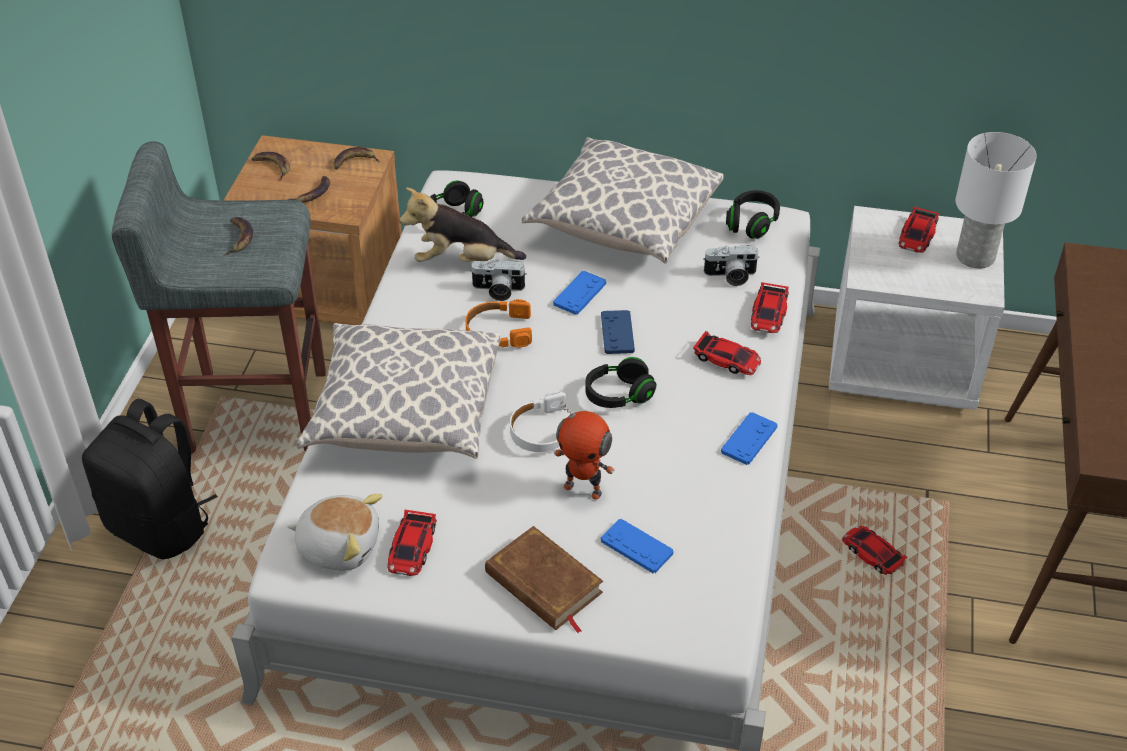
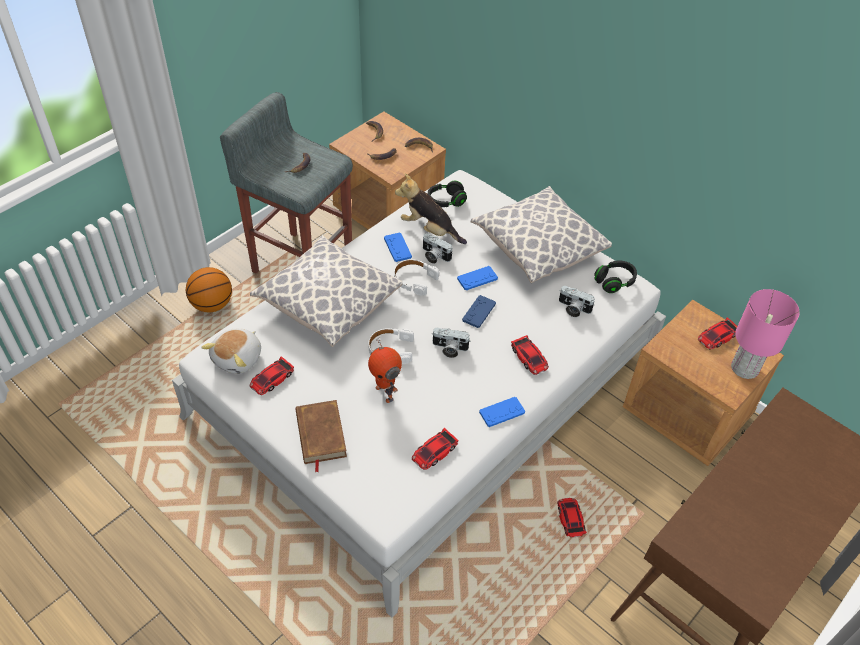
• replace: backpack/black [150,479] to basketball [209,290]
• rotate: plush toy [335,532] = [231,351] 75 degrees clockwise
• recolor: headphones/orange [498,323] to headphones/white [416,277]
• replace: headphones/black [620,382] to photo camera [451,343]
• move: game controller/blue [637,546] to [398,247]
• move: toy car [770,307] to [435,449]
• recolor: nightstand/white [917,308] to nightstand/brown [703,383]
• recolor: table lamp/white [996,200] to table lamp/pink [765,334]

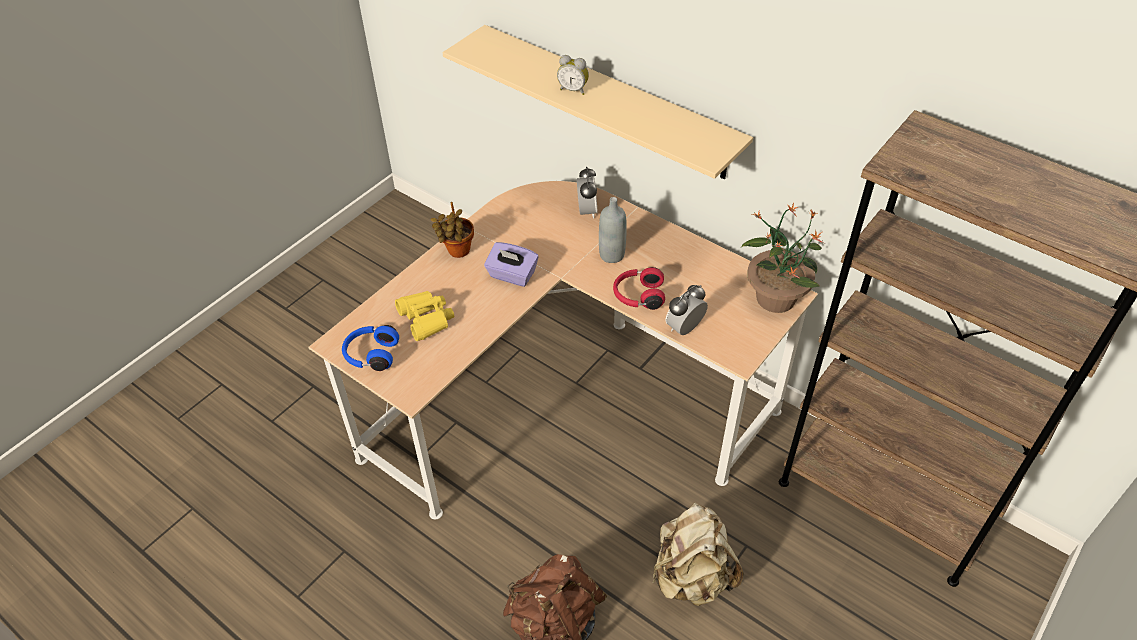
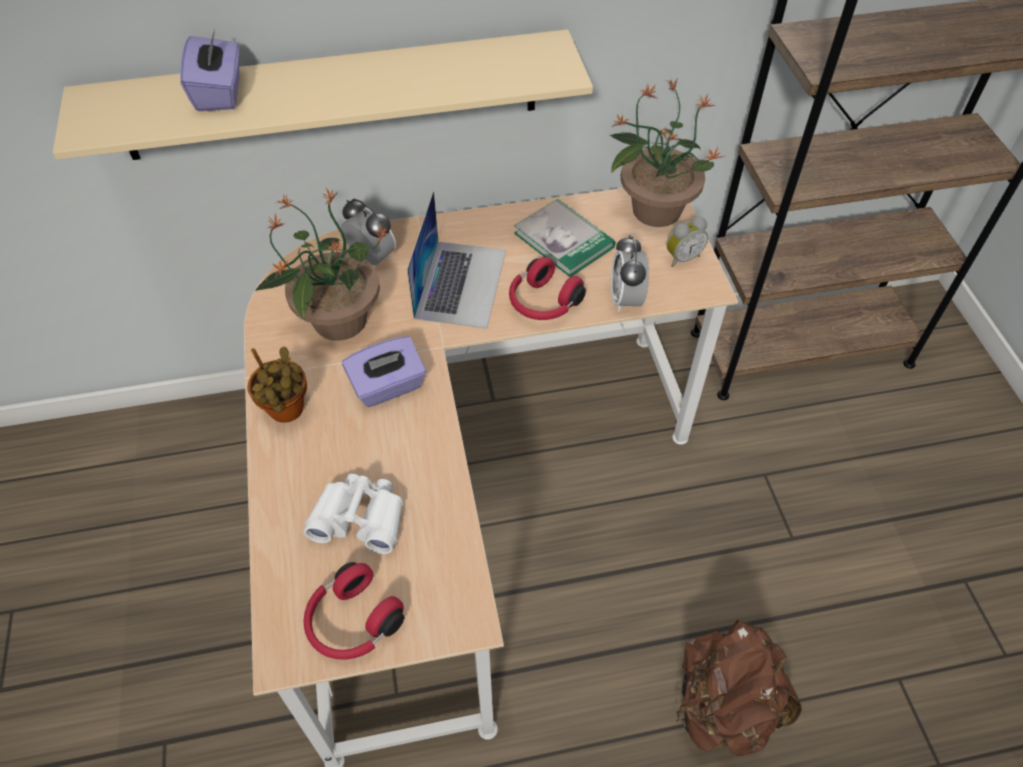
• recolor: headphones/blue [370,348] to headphones/red [354,611]
• recolor: binoculars/yellow [424,316] to binoculars/white [354,514]
• move: alarm clock [573,75] to [687,241]
• replace: bottle/grey [613,230] to laptop [456,260]
• delete: backpack/beige [698,554]
• insert: tissue box/purple [210,70]
• insert: potted plant [321,264]
• insert: book [564,238]

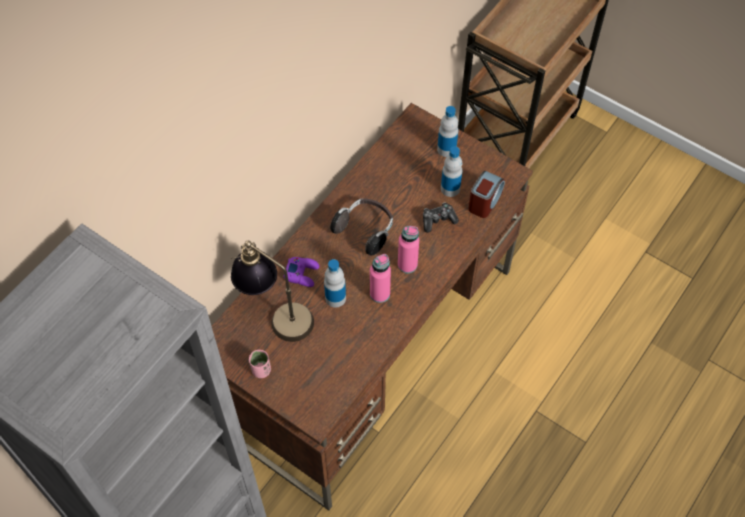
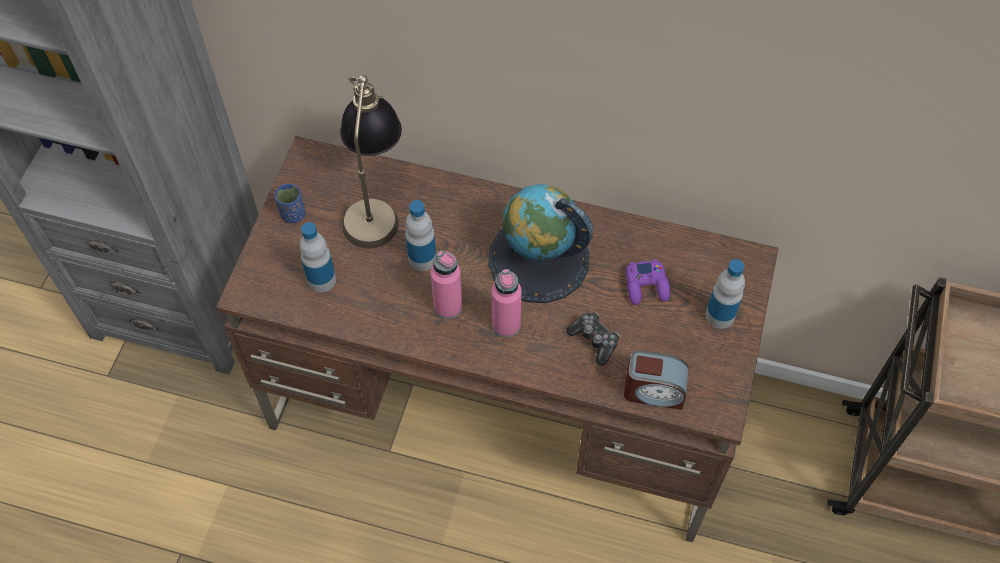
• recolor: cup/pink [260,364] to cup/blue [290,203]
• move: game controller/purple [301,272] to [648,282]
• replace: headphones [361,226] to globe [540,243]
• move: bottle [451,171] to [317,257]

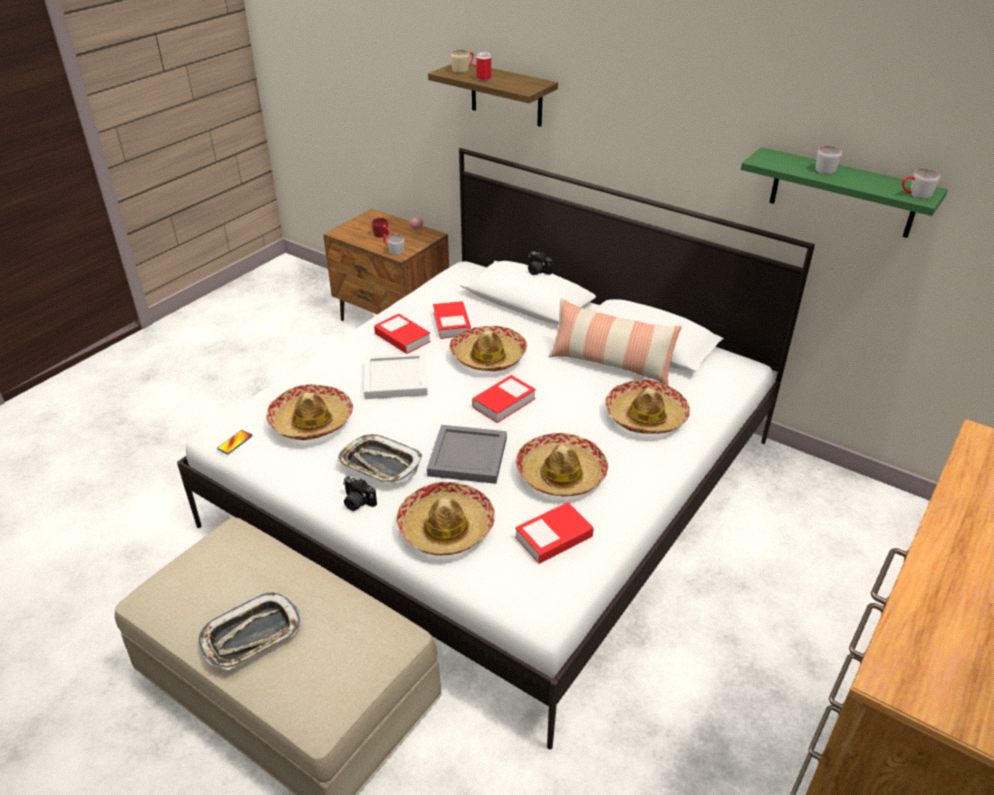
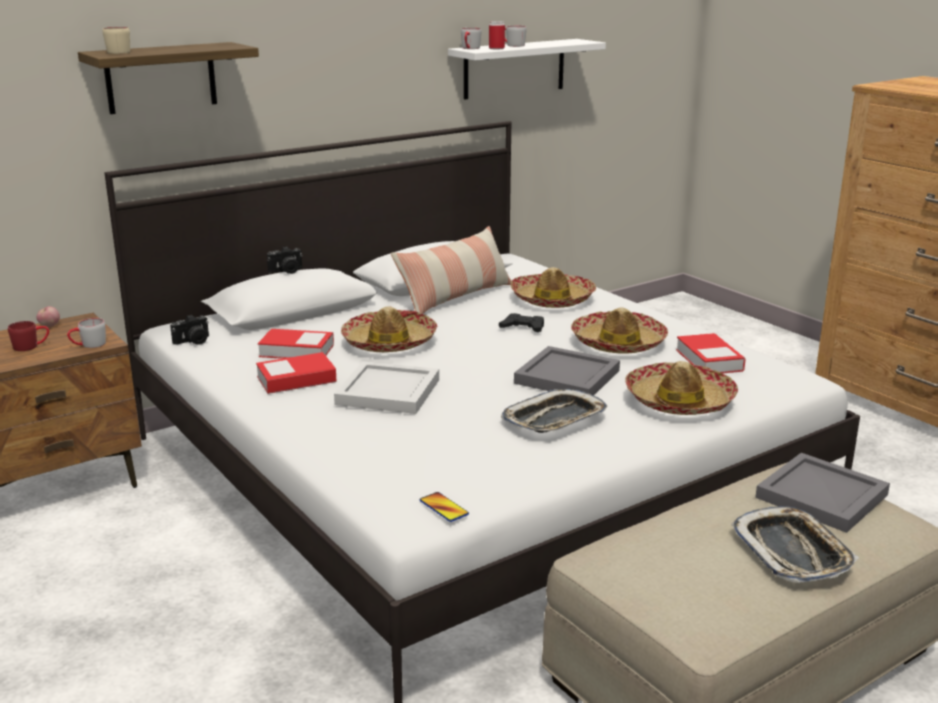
• delete: hat [309,412]
• move: photo camera [360,493] to [189,330]
• delete: book [504,399]
• move: can [483,66] to [497,35]
• recolor: shelf/green [844,192] to shelf/white [527,69]
• move: mug/grey [921,184] to [471,38]
• insert: game controller/black [521,322]
• insert: tray/grey [822,493]

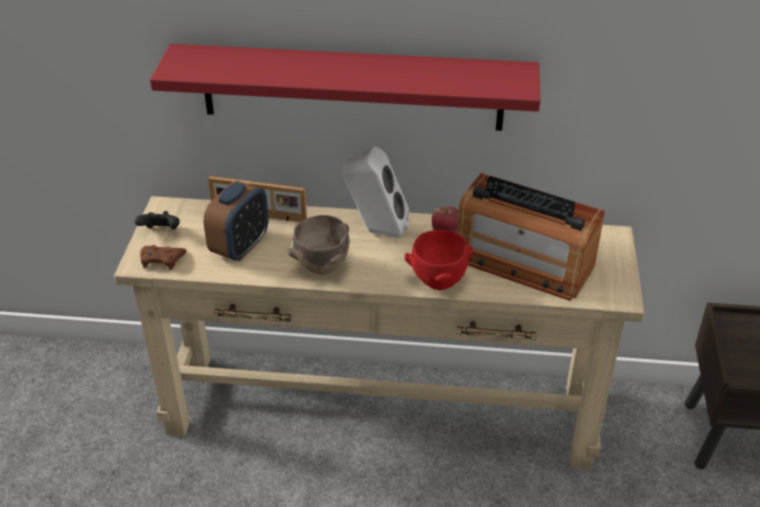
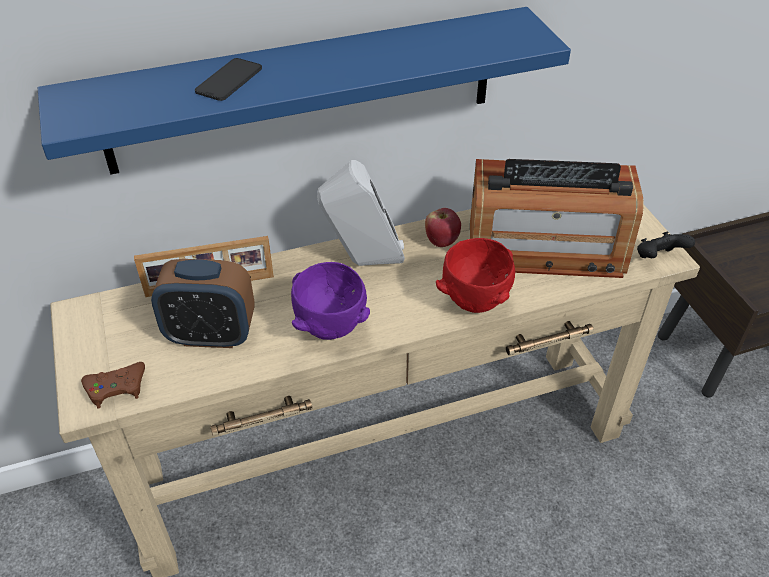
• move: game controller/black [157,220] to [666,244]
• recolor: shelf/red [345,87] to shelf/blue [304,91]
• rotate: alarm clock [236,221] = [203,303] 90 degrees clockwise
• recolor: bowl/brown [318,245] to bowl/purple [330,301]
• insert: phone [228,79]

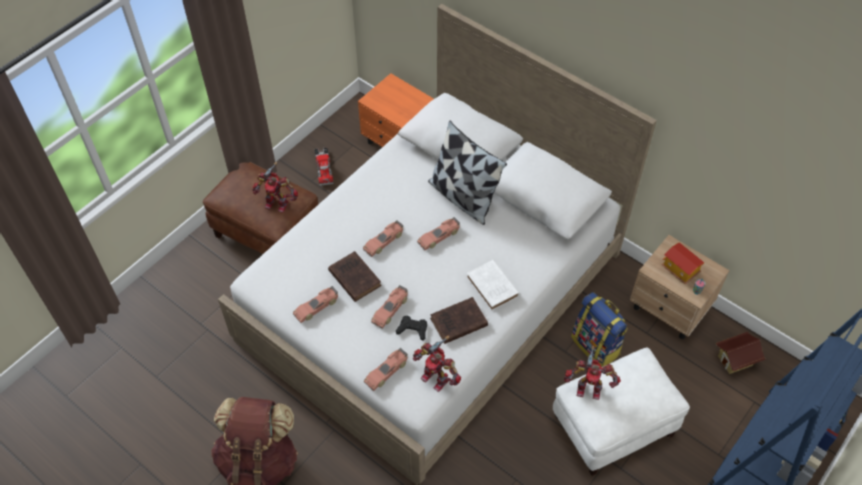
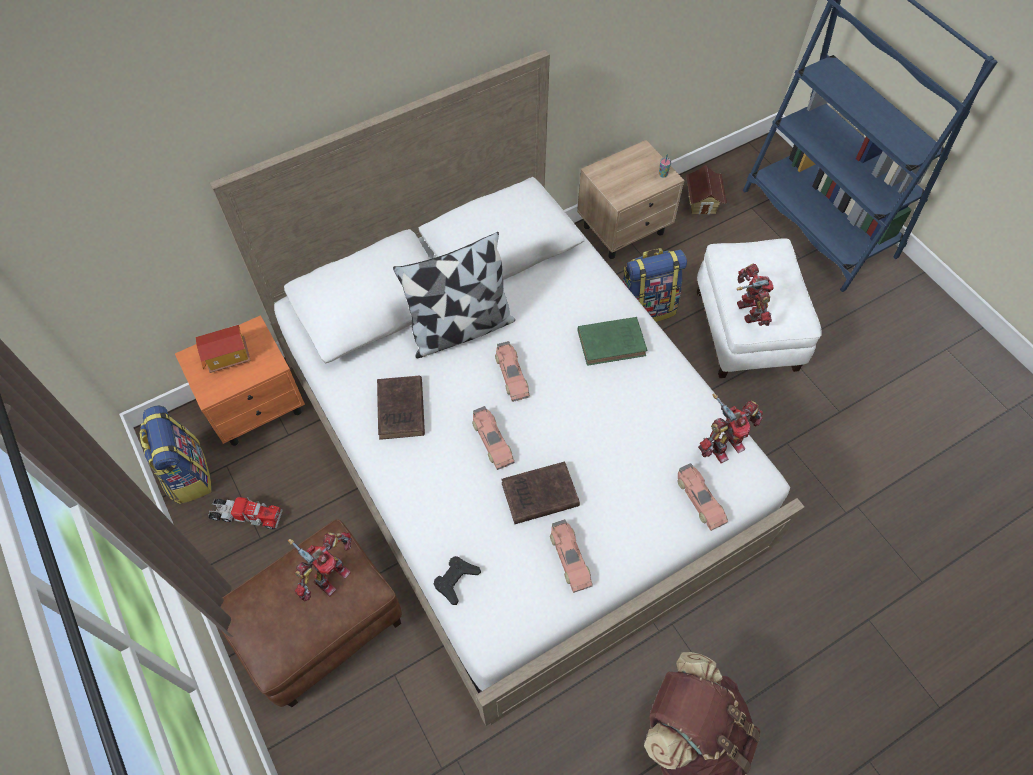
• delete: toy car [389,307]
• move: game controller/black [411,328] to [457,580]
• move: book/brown [459,320] to [401,407]
• recolor: book/white [493,285] to book/green [612,341]
• rotate: toy robot [592,372] = [755,295] 45 degrees counterclockwise
• move: toy house [683,263] to [223,349]
• insert: backpack [176,454]

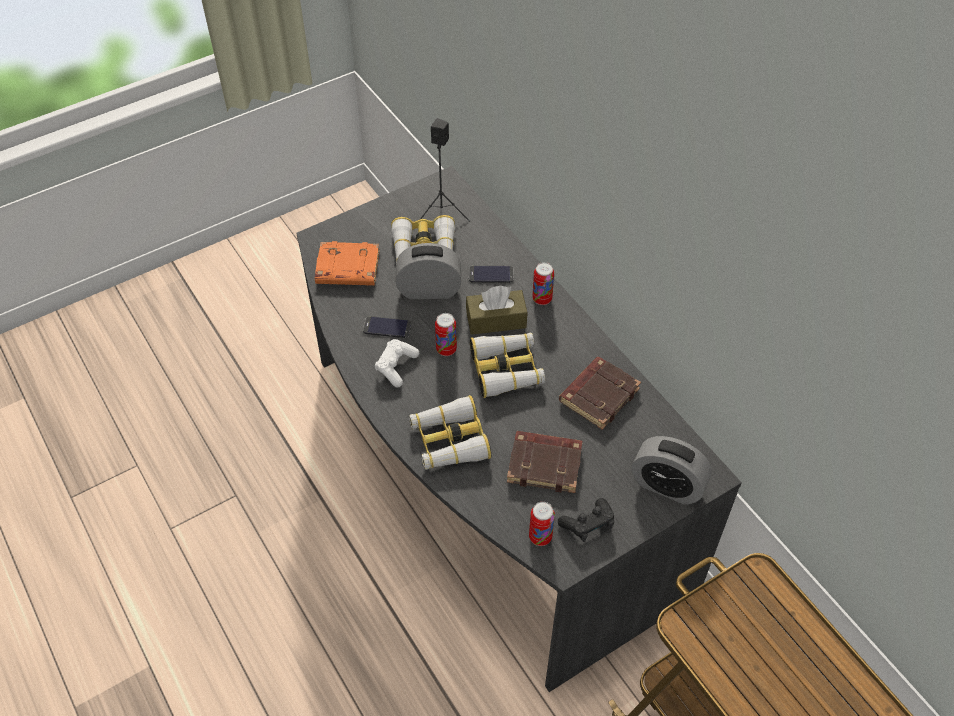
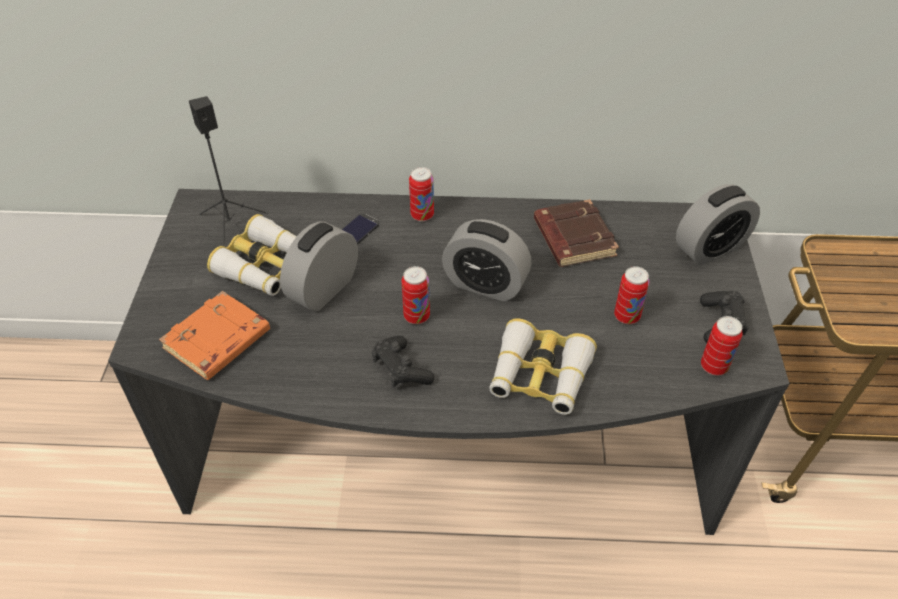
• delete: phone [387,327]
• recolor: game controller/white [397,363] to game controller/black [403,362]
• delete: tissue box/brown [496,310]
• replace: binoculars [507,365] to alarm clock [487,260]
• replace: book/brown [544,462] to can [631,295]

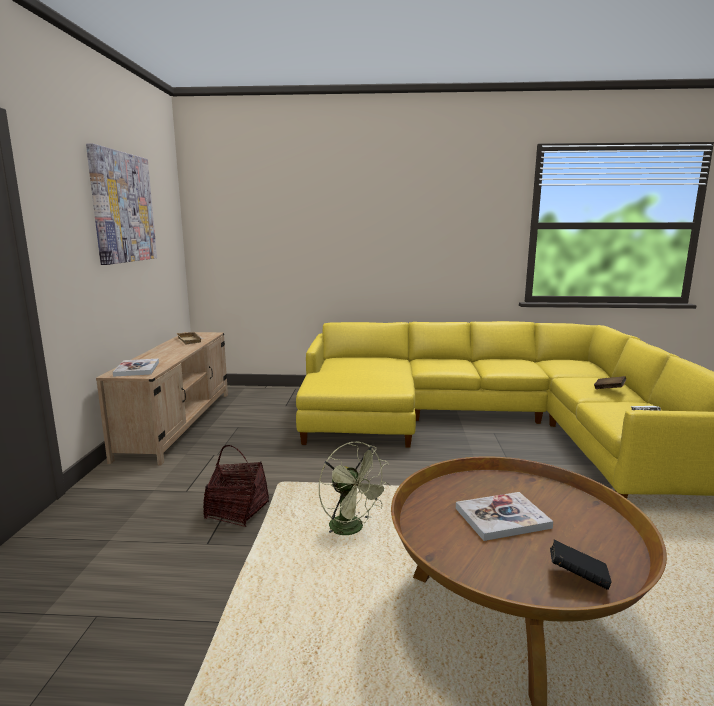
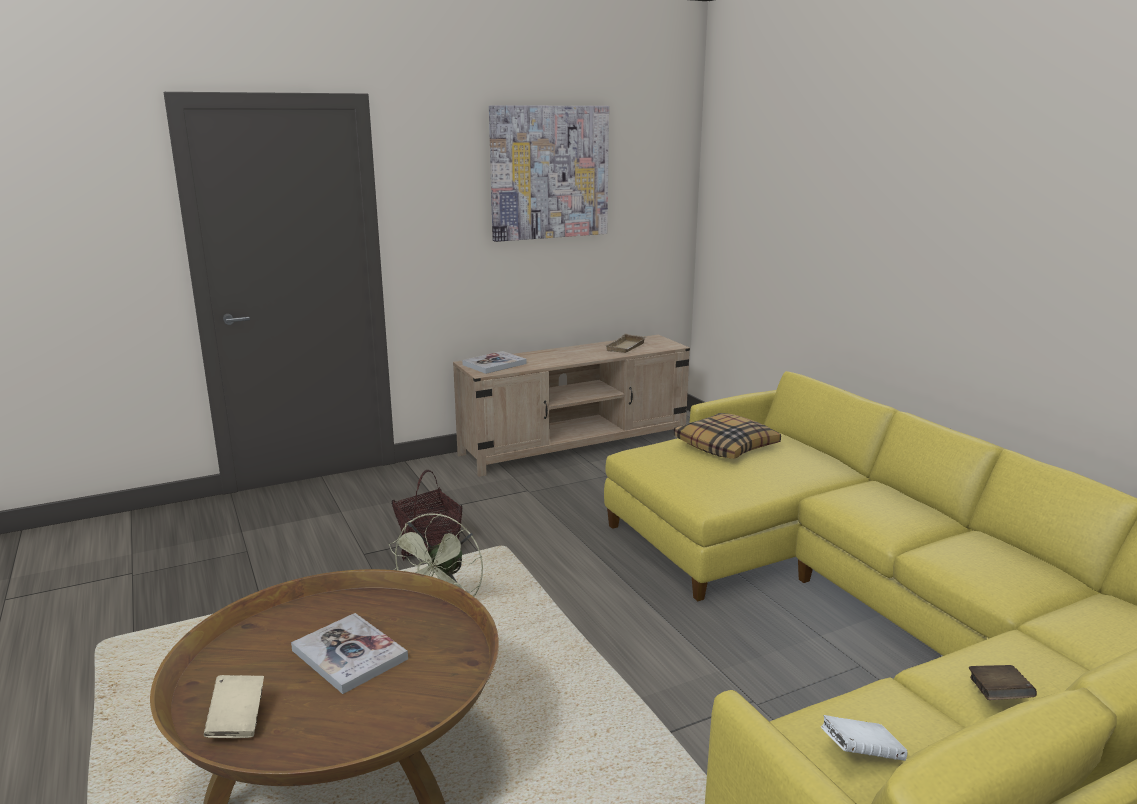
• recolor: book/black [580,565] to book/beige [234,706]
• insert: pillow [727,436]

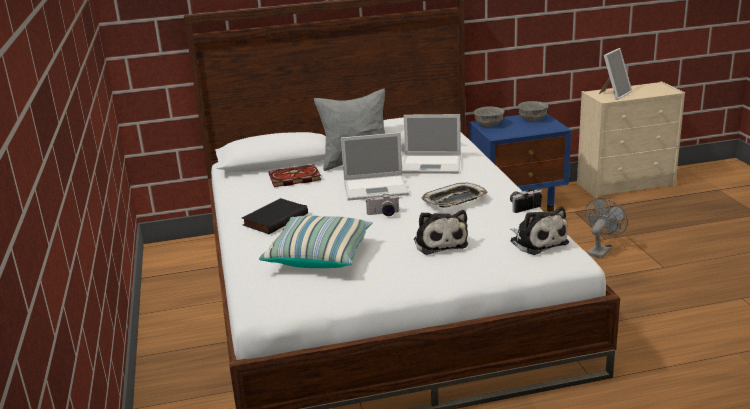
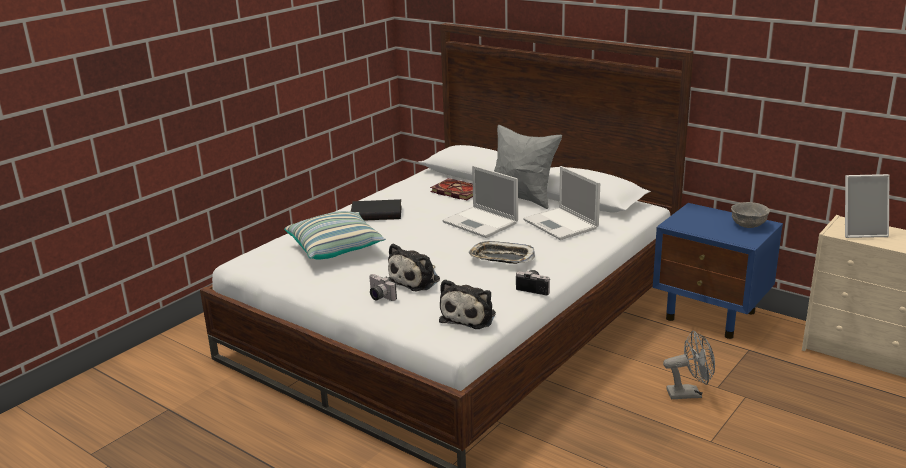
• move: photo camera [382,205] to [383,287]
• delete: bowl/grey [489,116]

